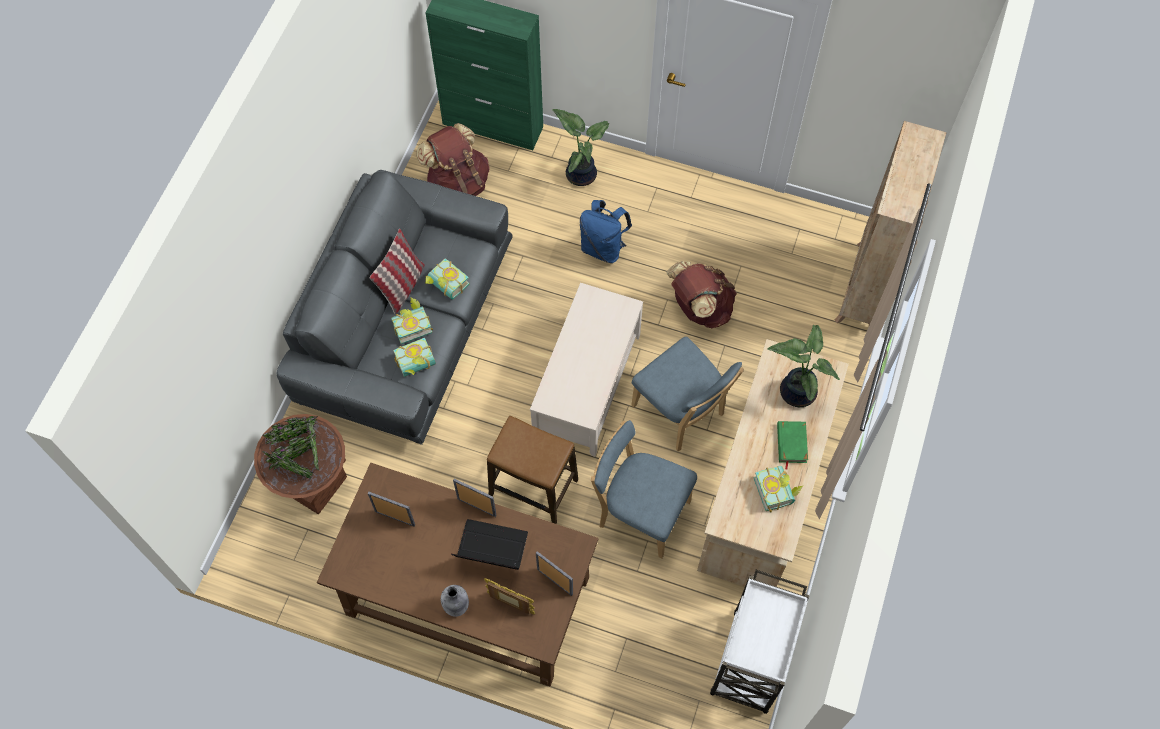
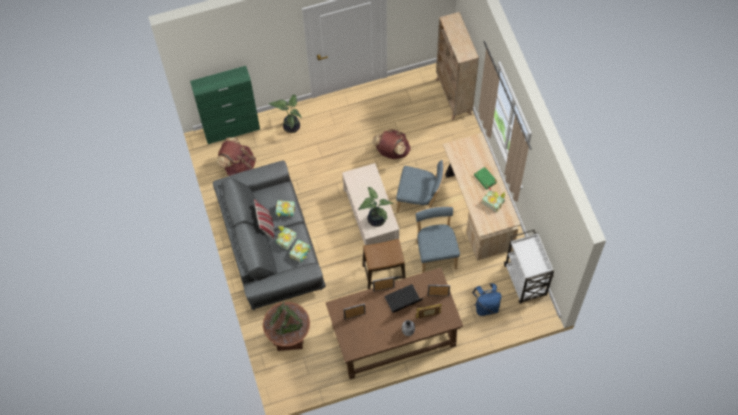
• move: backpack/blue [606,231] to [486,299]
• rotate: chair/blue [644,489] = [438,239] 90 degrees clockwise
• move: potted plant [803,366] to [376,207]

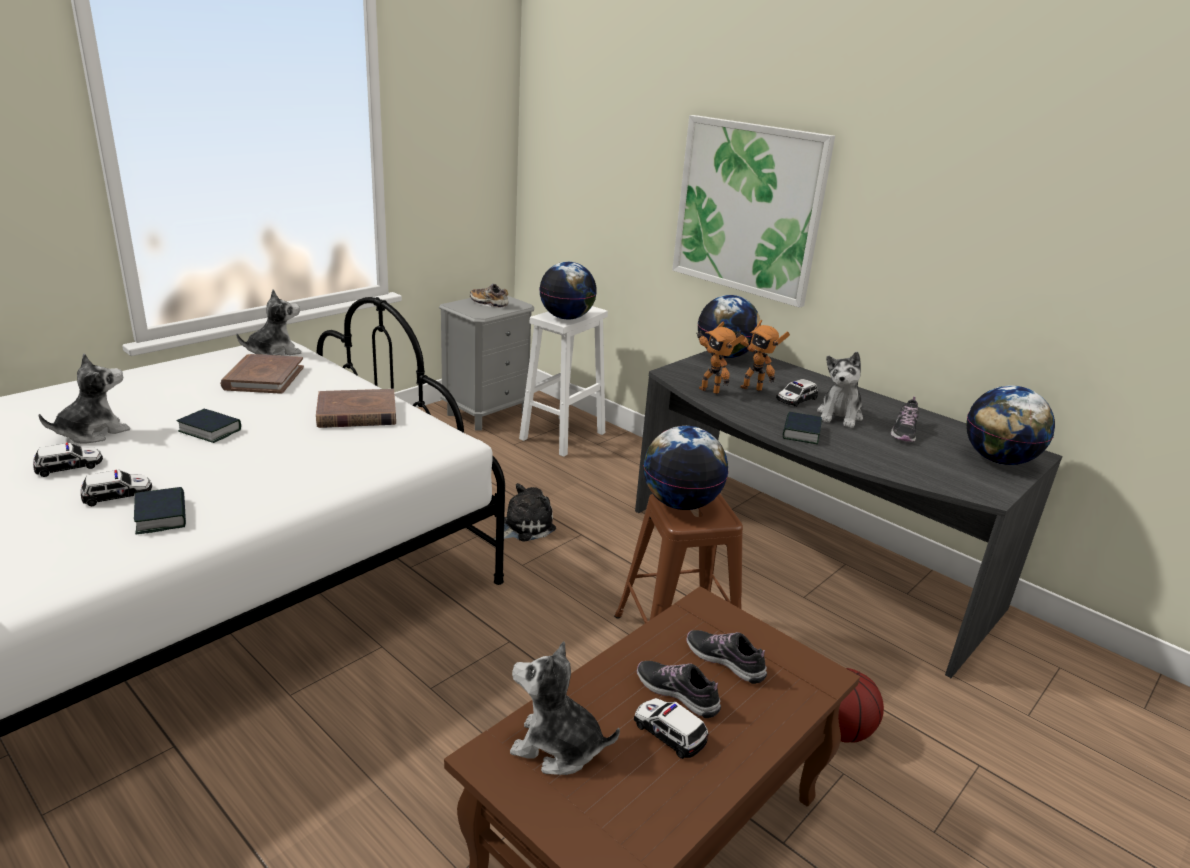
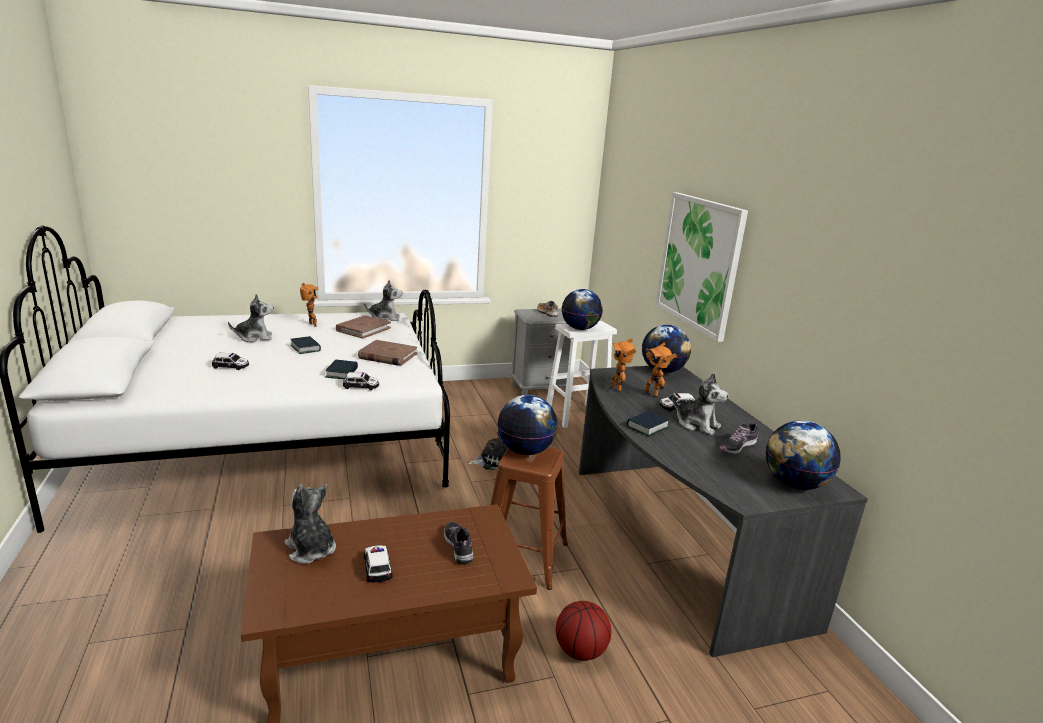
• move: toy car [68,459] to [361,381]
• move: book [160,510] to [341,369]
• delete: shoe [679,689]
• rotate: plush toy [840,390] = [700,404] 105 degrees counterclockwise
• insert: toy robot [309,305]

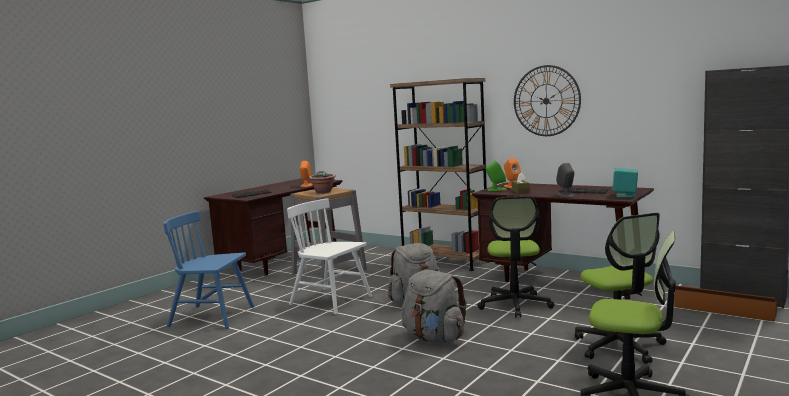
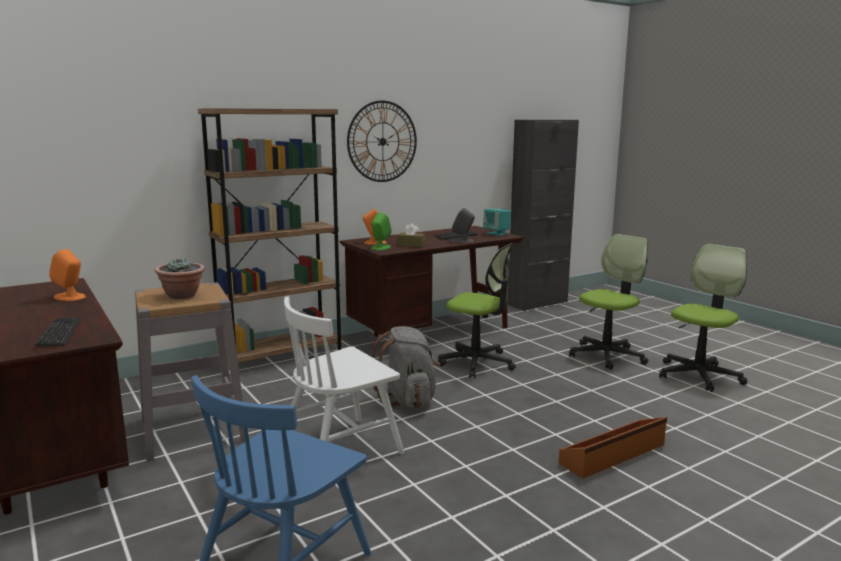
• delete: backpack/grey [434,306]
• rotate: office chair [620,288] = [608,302] 45 degrees counterclockwise
• move: storage box/brown [726,304] to [613,447]

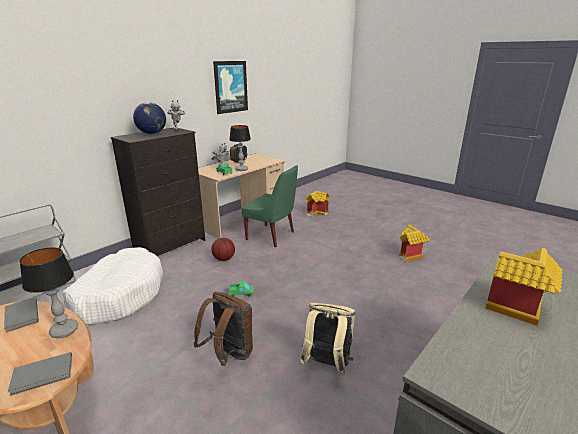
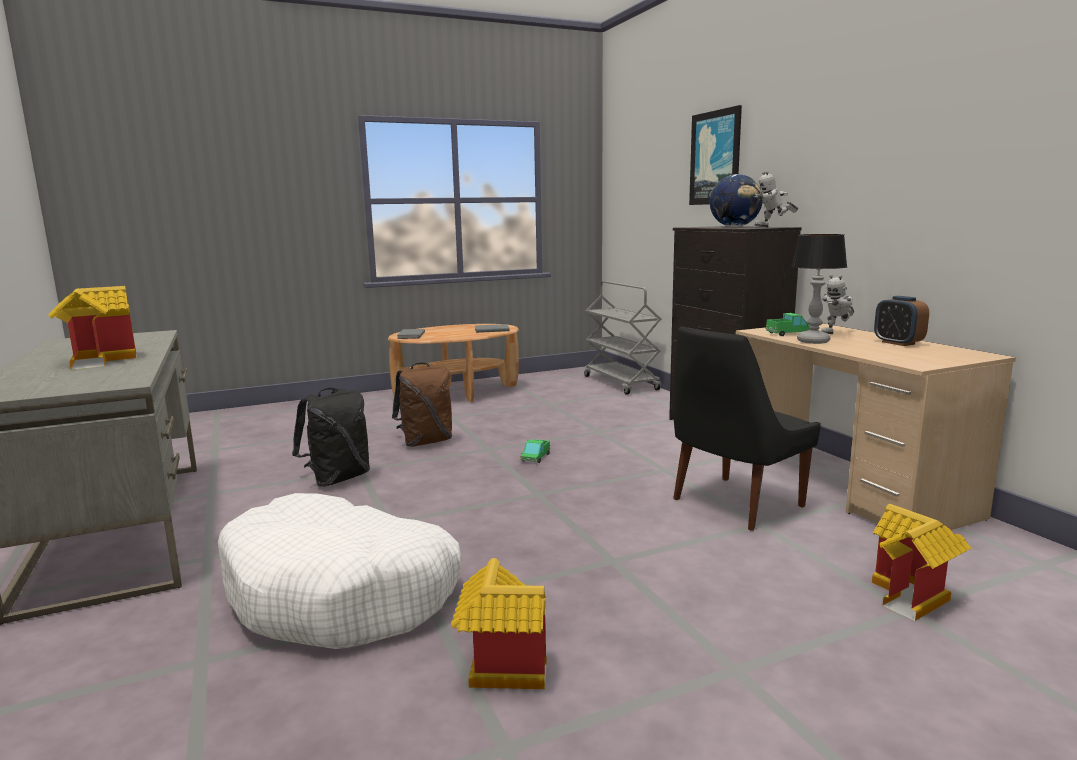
• delete: table lamp [48,292]
• move: dog bed/white [112,286] to [339,571]
• delete: basketball [223,249]
• move: picture [230,87] to [715,155]
• recolor: chair/green [269,206] to chair/black [747,428]
• recolor: backpack/beige [327,339] to backpack/black [331,437]

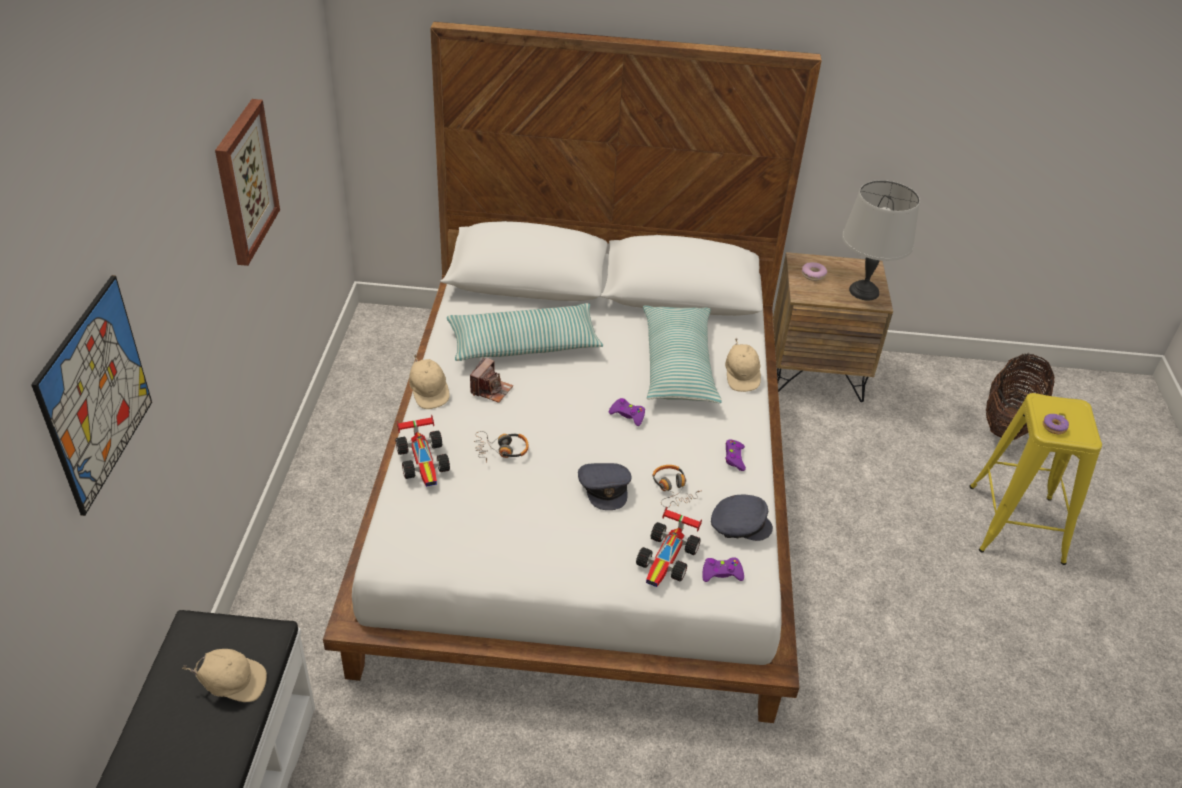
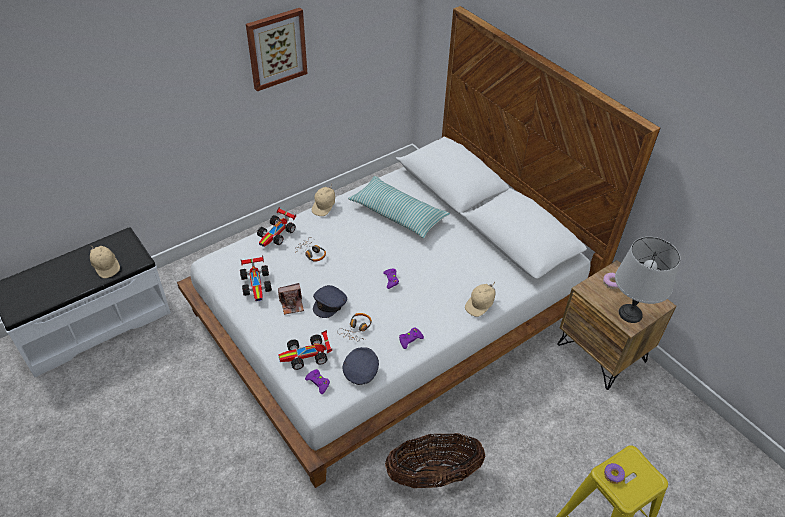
• delete: picture [91,395]
• move: photo camera [491,380] to [291,299]
• delete: pillow [682,354]
• rotate: cap/grey [742,517] = [361,366] 120 degrees counterclockwise
• move: basket [1020,397] to [435,460]
• insert: toy car [256,278]

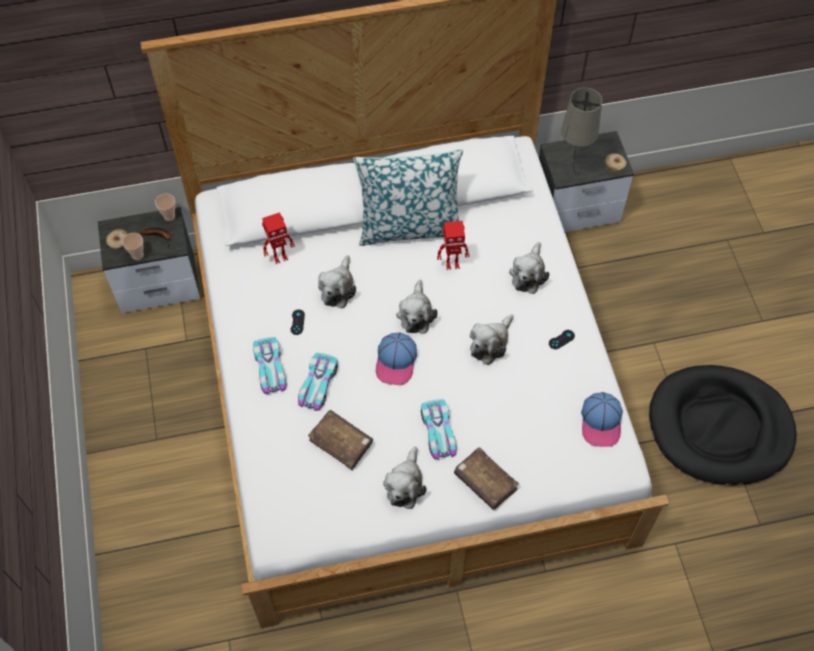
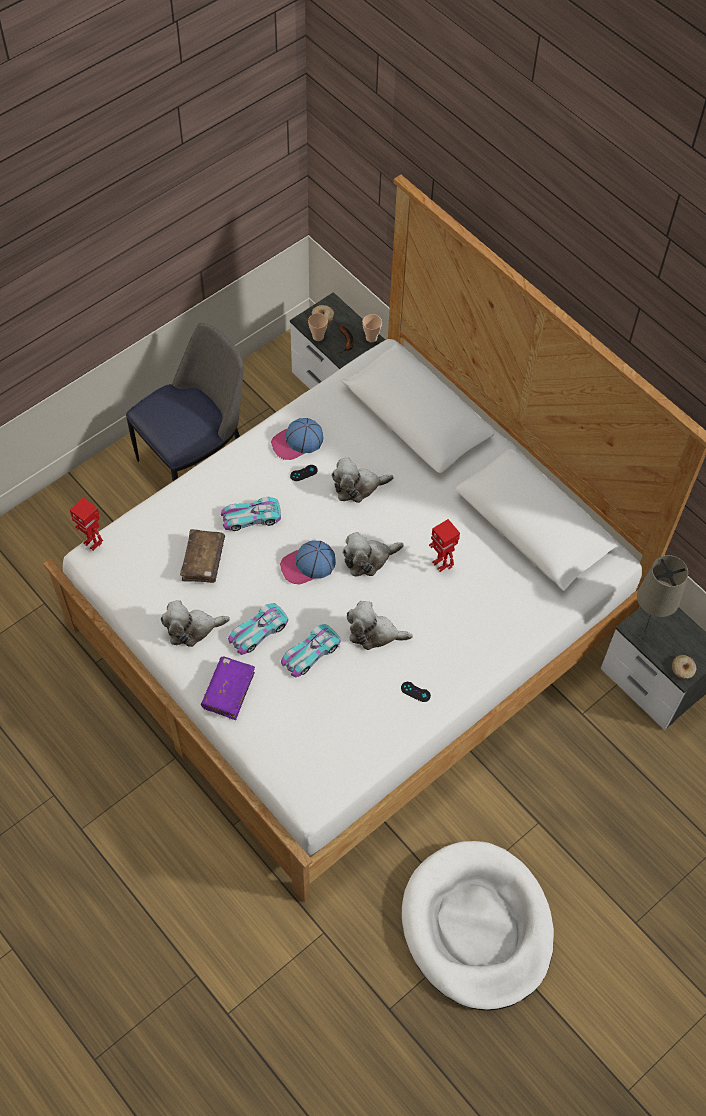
• move: toy car [270,365] to [311,651]
• move: toy robot [278,238] to [86,524]
• delete: pillow [408,197]
• recolor: book/brown [486,478] to book/purple [228,688]
• delete: plush toy [529,268]
• move: cap [602,419] to [297,439]
• recolor: dog bed/black [722,425] to dog bed/white [478,925]
• insert: chair [185,402]

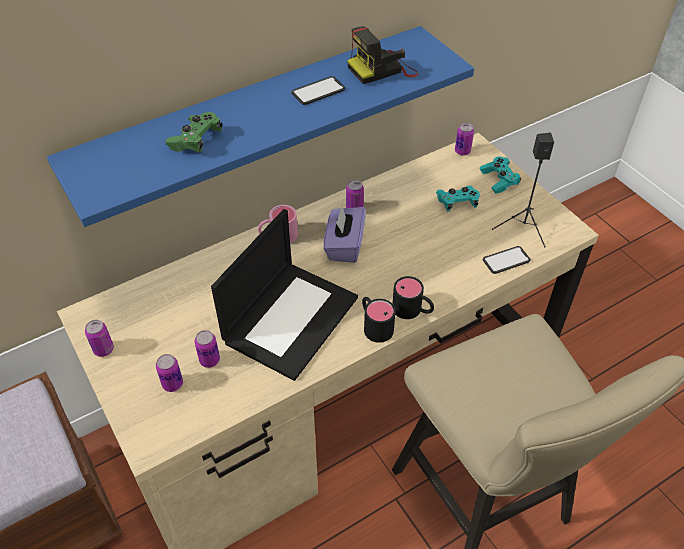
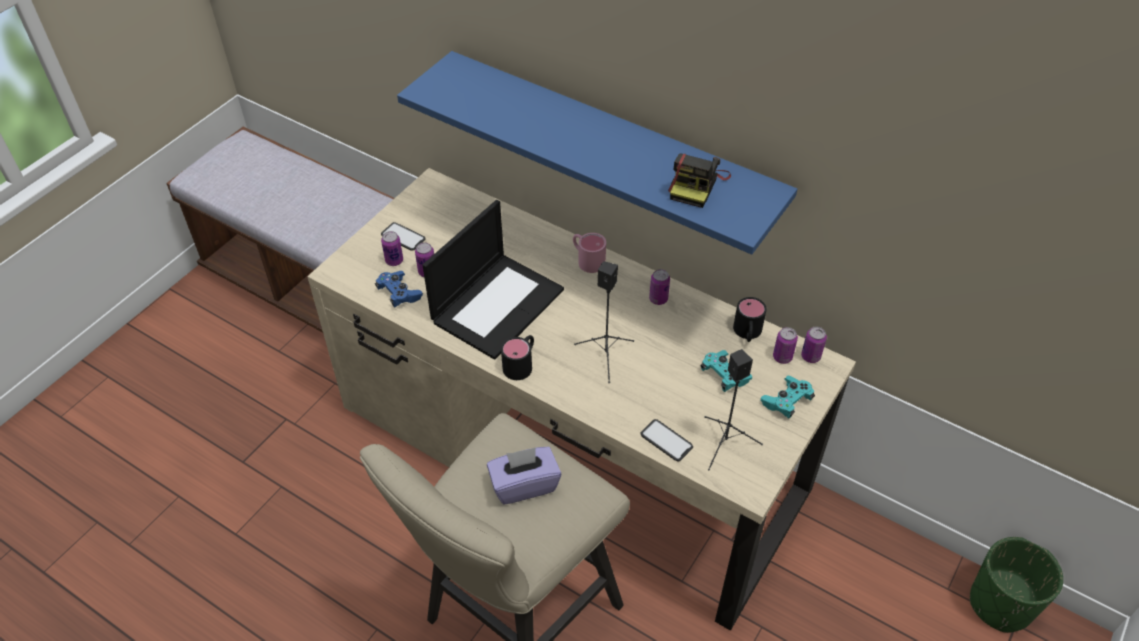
• move: can [99,338] to [785,345]
• delete: game controller/green [194,132]
• rotate: laptop [284,295] = [493,280] 60 degrees counterclockwise
• move: phone [318,90] to [403,236]
• move: tissue box/purple [345,234] to [524,476]
• rotate: photo camera [382,55] = [699,180] 105 degrees counterclockwise
• move: mug/black [413,297] to [750,319]
• insert: game controller/blue [399,289]
• insert: speaker/black [604,322]
• insert: planter/green [1016,585]

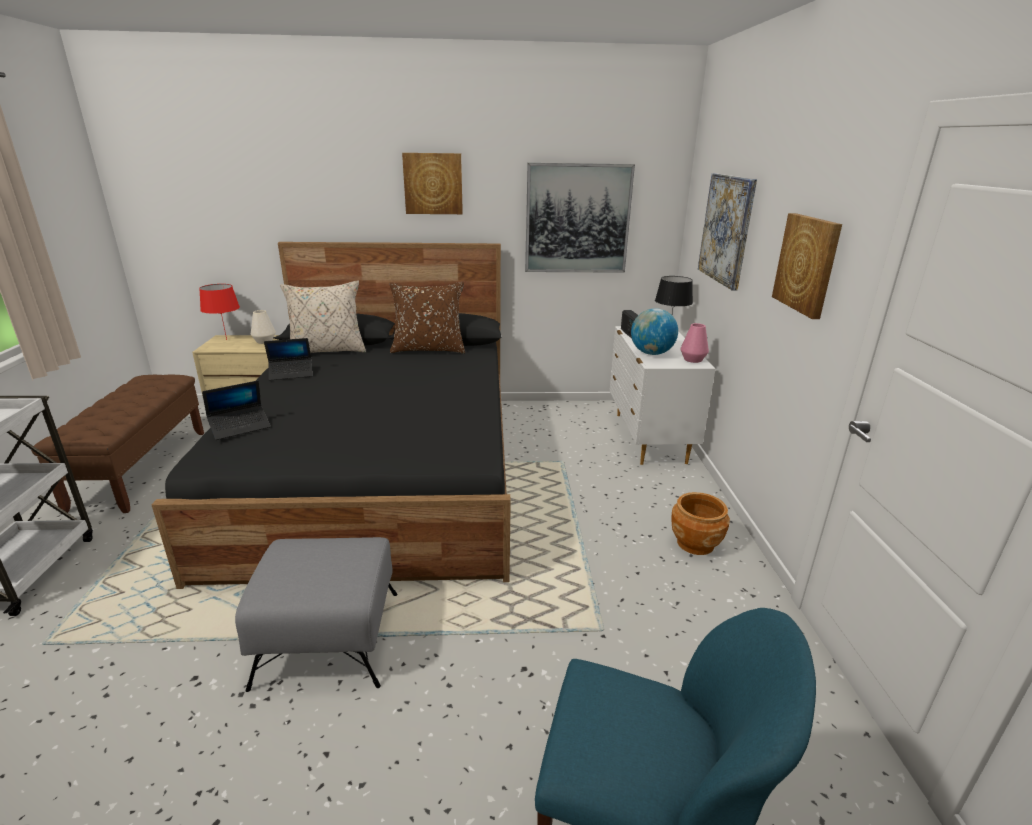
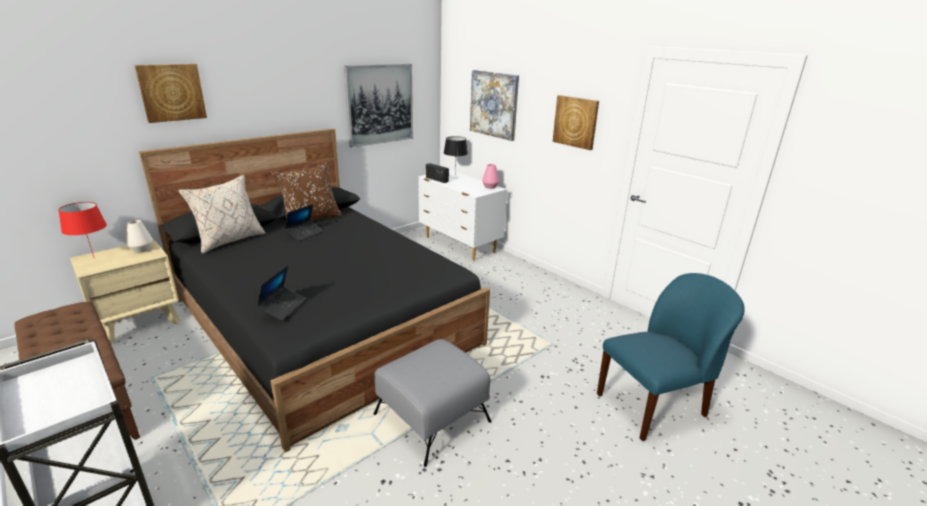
• move: laptop [288,359] to [304,222]
• move: picture [432,183] to [170,93]
• delete: globe [654,331]
• delete: planter/brown [700,523]

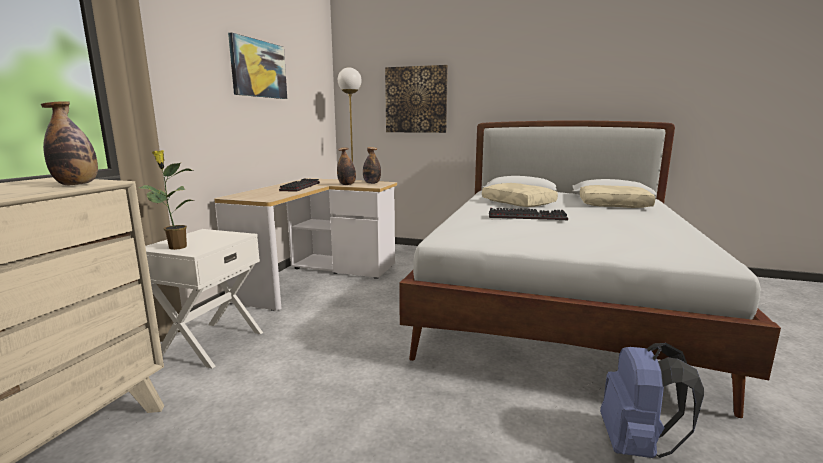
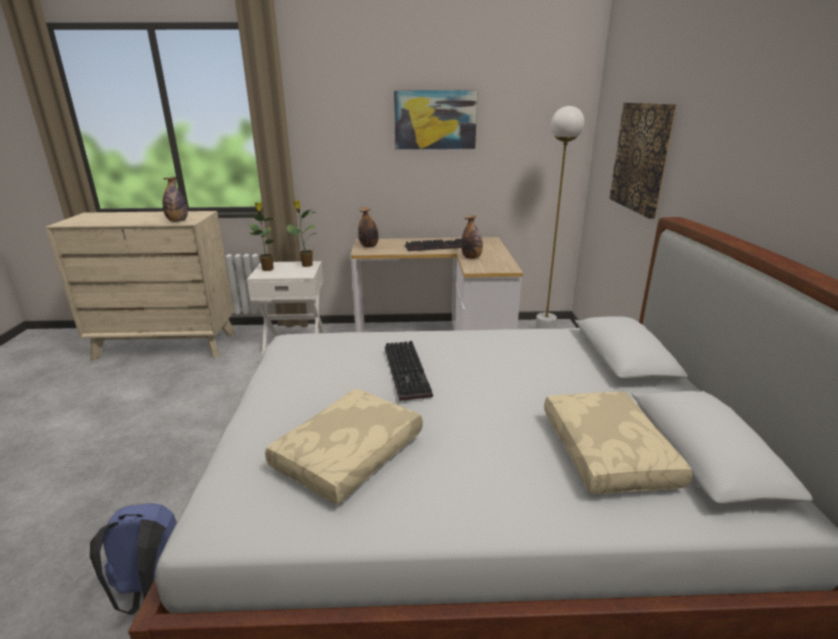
• move: bottle [372,165] to [368,227]
• move: pillow/beige [520,195] to [344,447]
• insert: potted plant [301,233]

